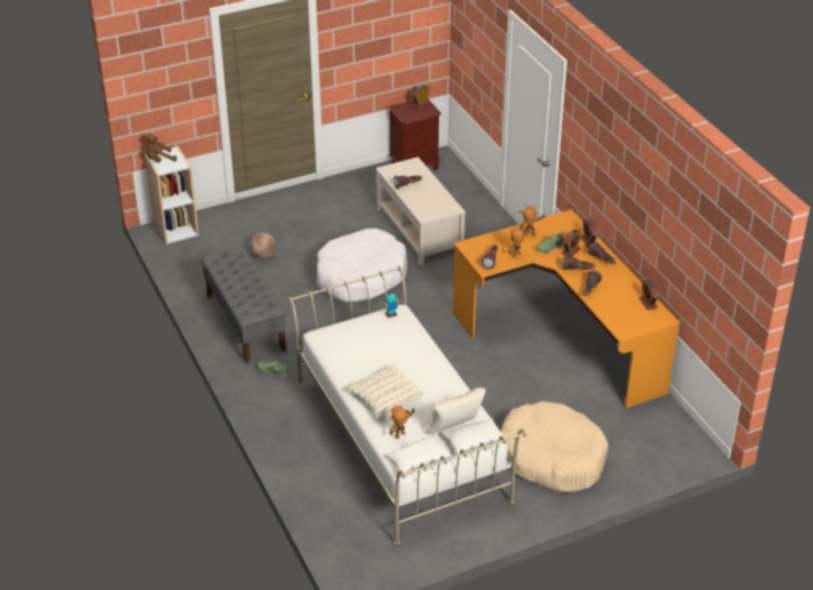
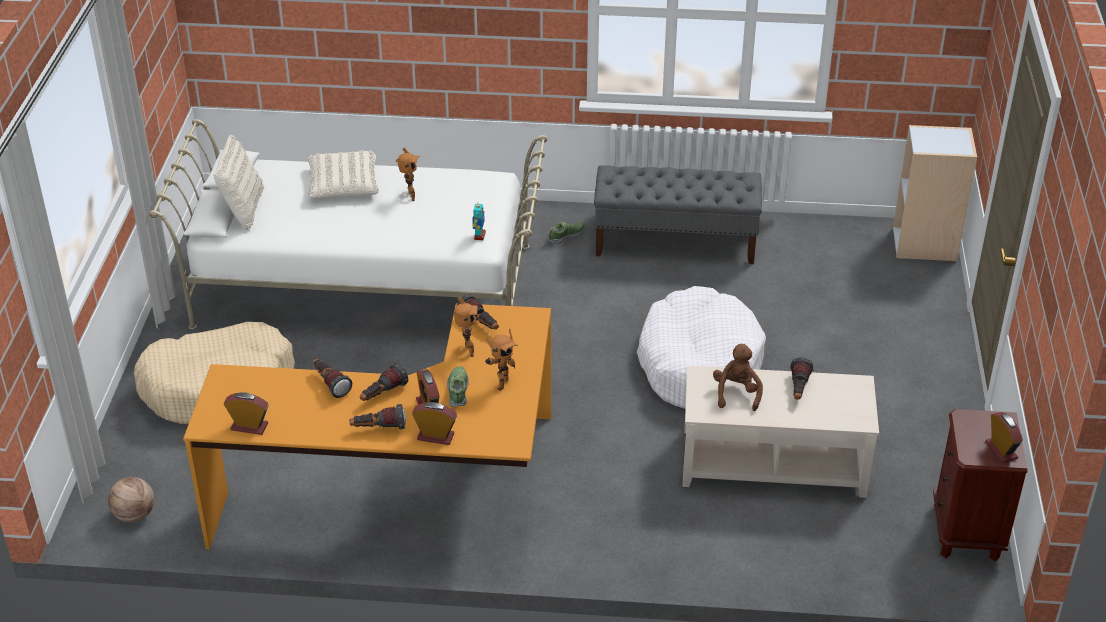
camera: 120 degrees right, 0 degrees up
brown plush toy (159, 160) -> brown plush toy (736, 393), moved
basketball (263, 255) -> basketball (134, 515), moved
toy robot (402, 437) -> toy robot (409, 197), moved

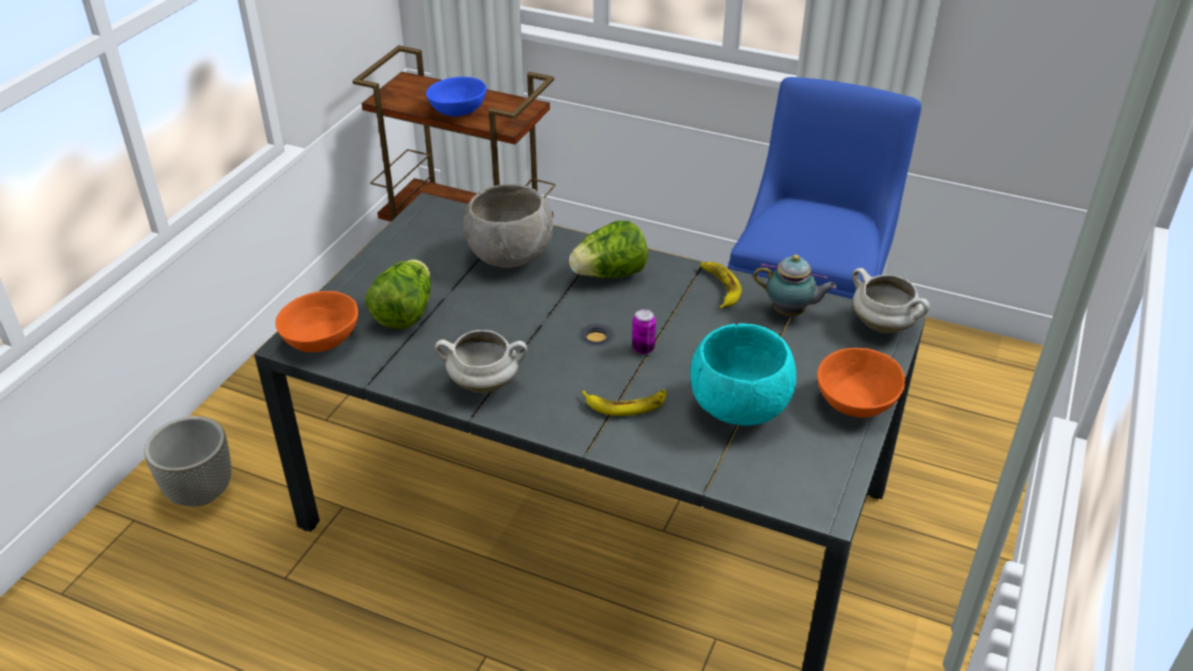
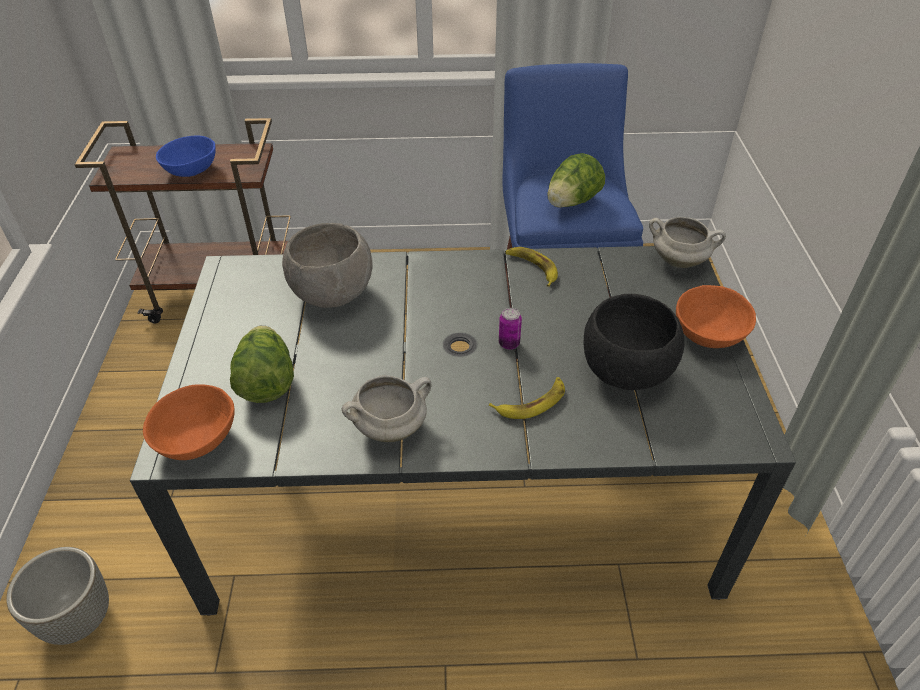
camera: 25 degrees left, 5 degrees up
teapot (791, 312) -> none
lettuce (610, 274) -> lettuce (572, 202), moved
turquoise bowl (739, 407) -> black bowl (625, 371)

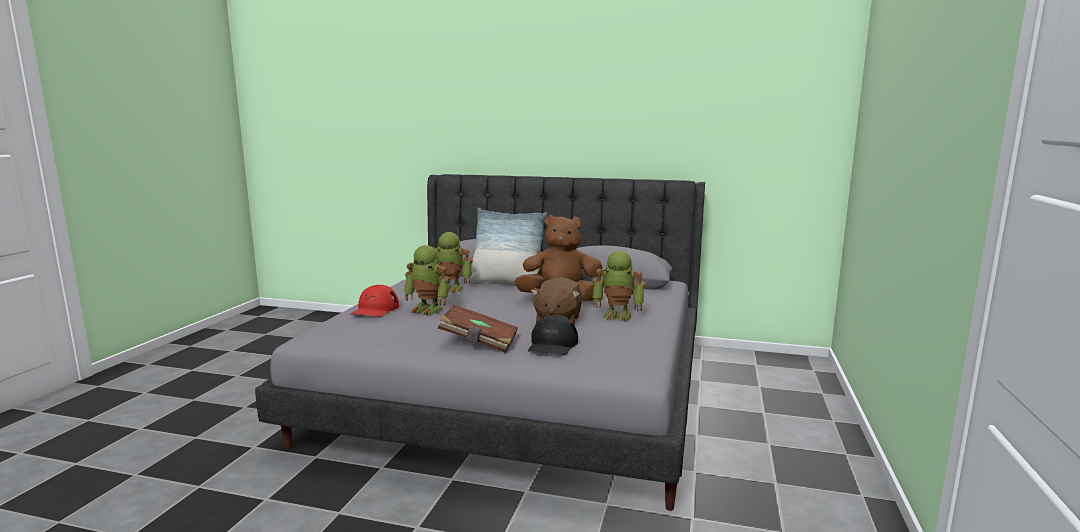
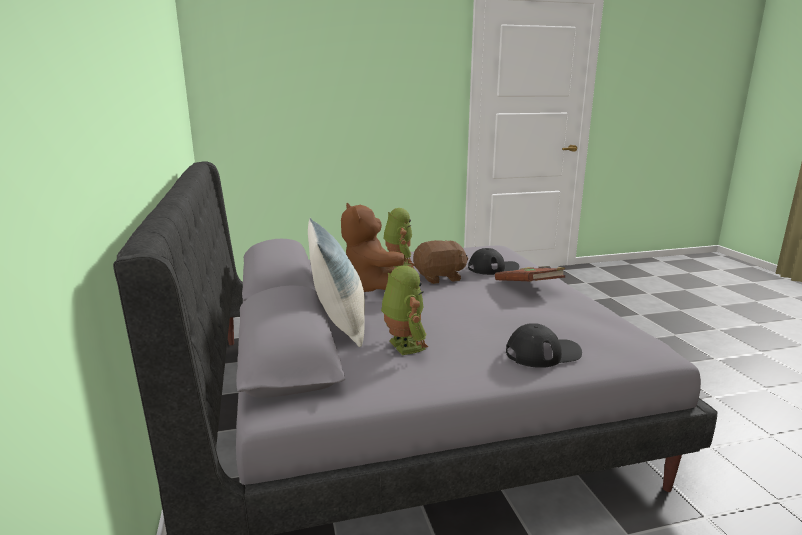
camera: 120 degrees left, 5 degrees up
toy robot (428, 309) -> none
red cap (375, 309) -> black cap (543, 353)

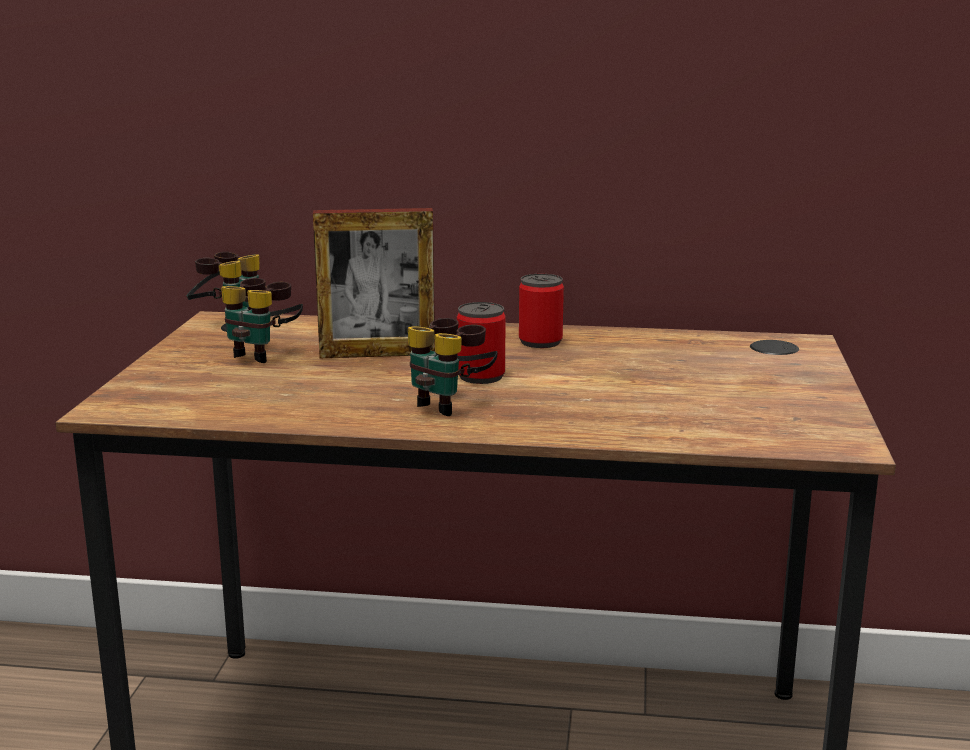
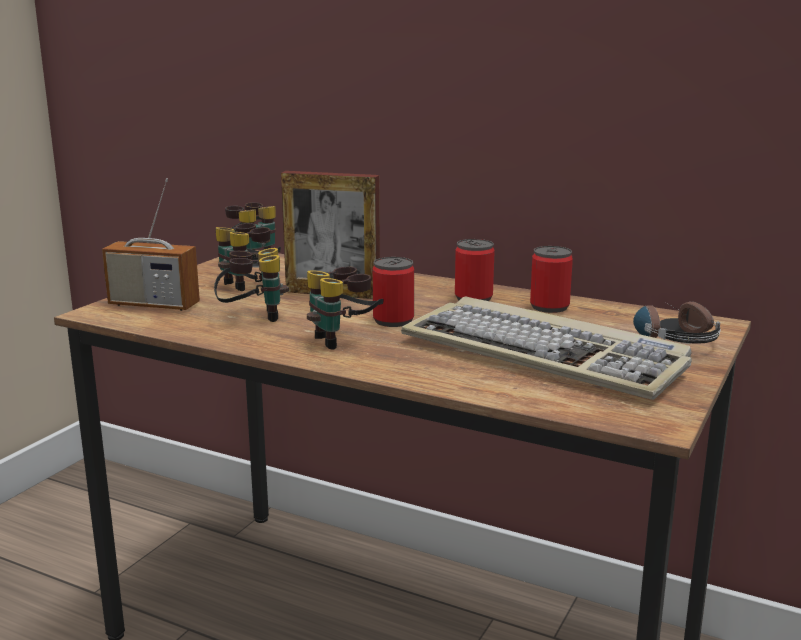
camera: 20 degrees right, 0 degrees up
none -> radio (154, 305)
none -> binoculars (253, 317)
none -> keyboard (546, 355)
none -> can (549, 307)
none -> headphones (670, 335)

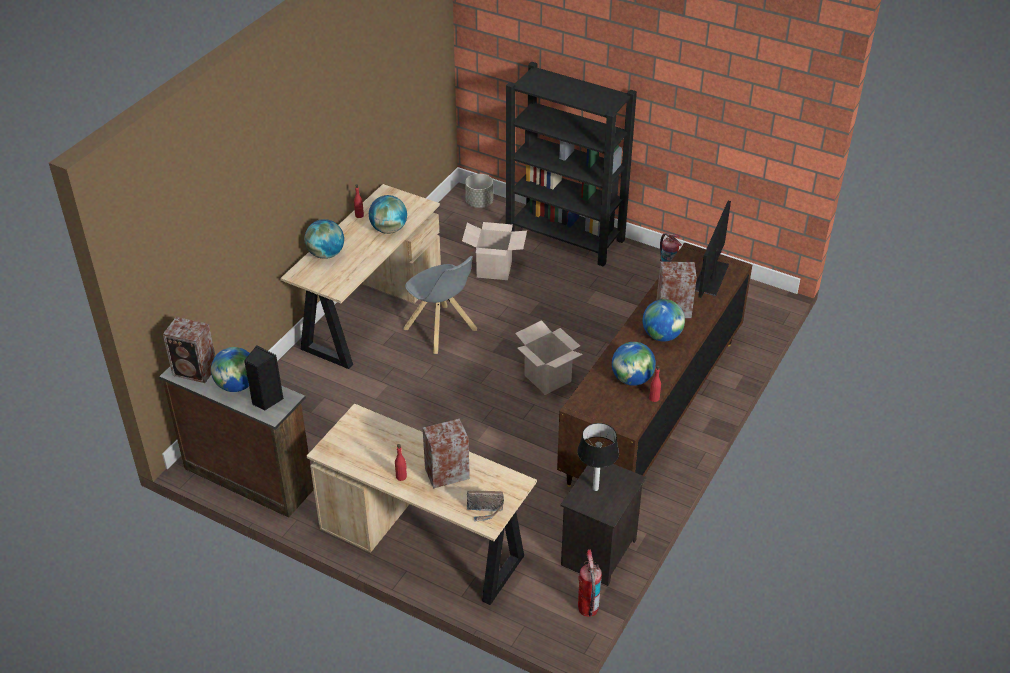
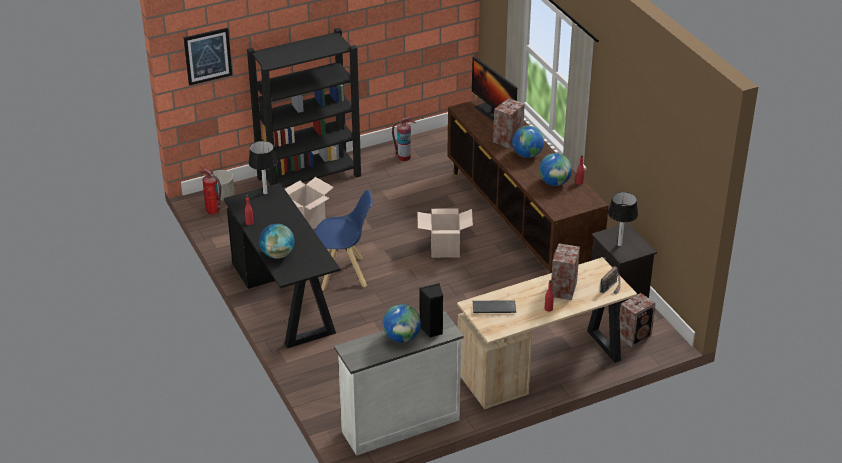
camera: 55 degrees left, 5 degrees down
globe (389, 229) -> none
none -> picture (207, 56)
none -> table lamp (265, 193)
none -> keyboard (493, 308)
speaker (196, 371) -> speaker (635, 336), moved
fire extinguisher (587, 609) -> fire extinguisher (213, 211), moved
brown dresser (249, 477) -> white dresser (399, 425)
beige desk (369, 312) -> black desk (284, 299)
grey chair (441, 330) -> blue chair (344, 273)

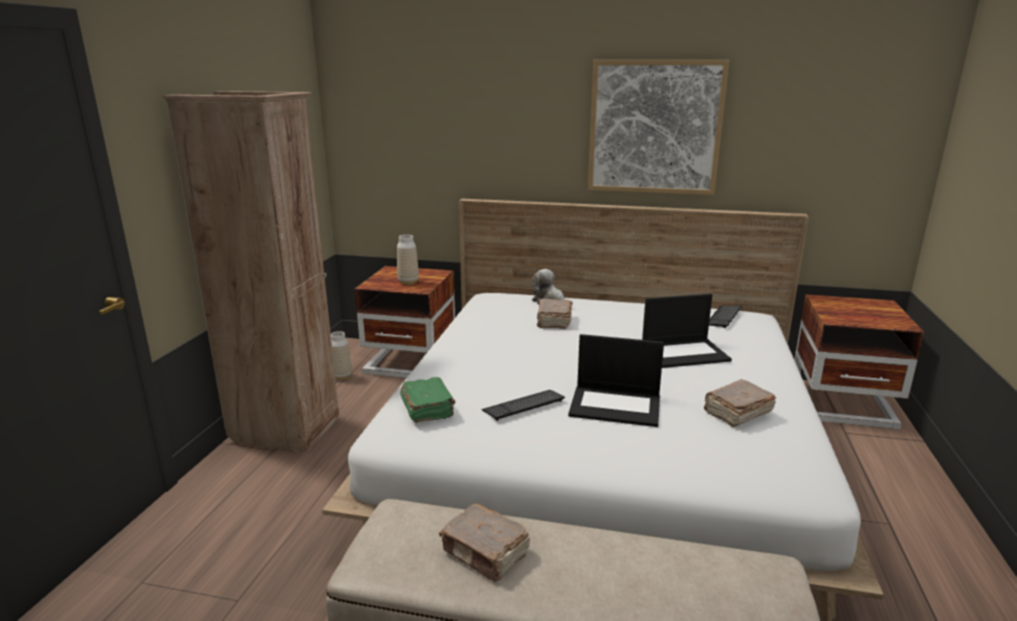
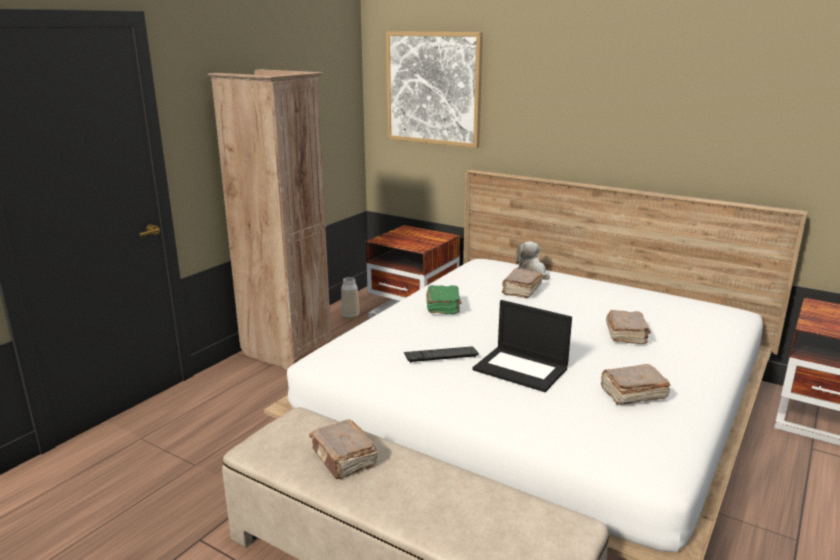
camera: 20 degrees right, 0 degrees up
vase (408, 282) -> none
keyboard (723, 317) -> none
green book (427, 409) -> green book (443, 307), moved
picture (654, 127) -> picture (433, 88), moved
laptop (685, 353) -> brown book (626, 335)

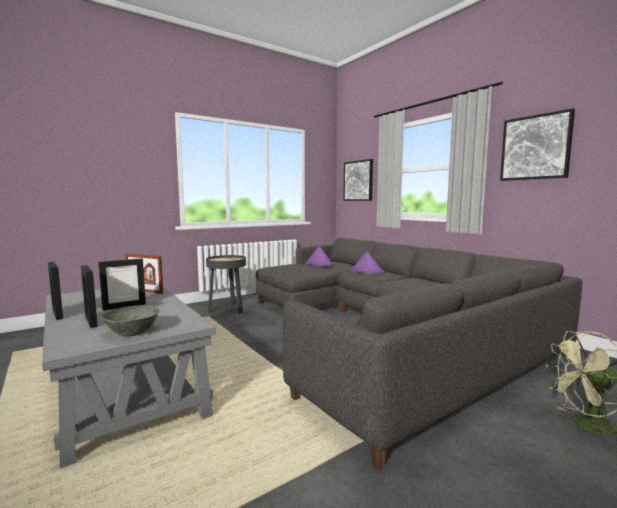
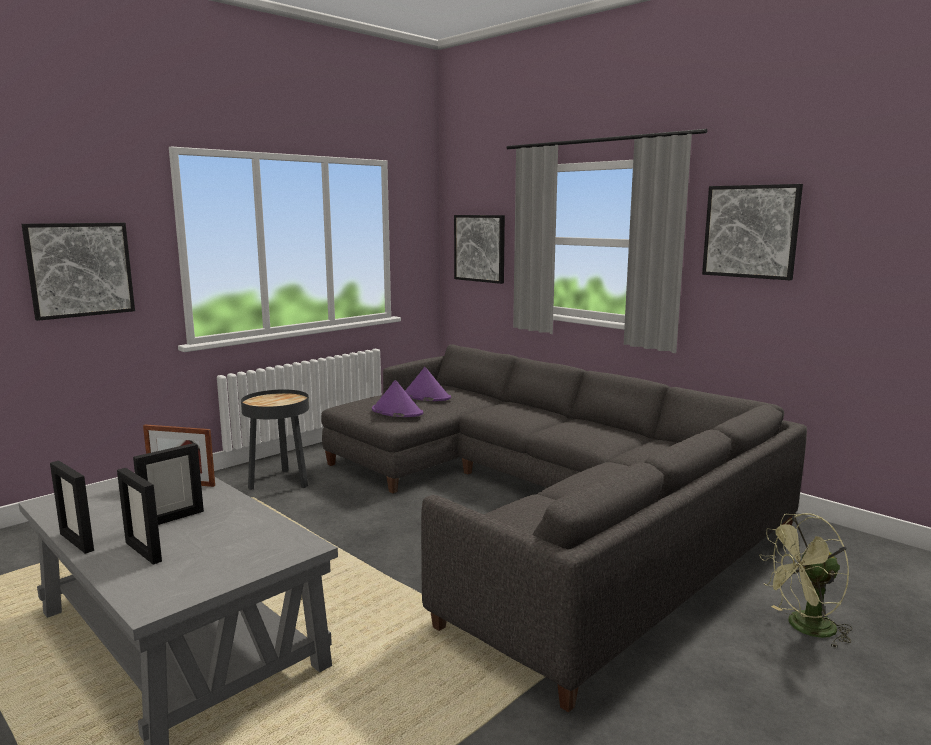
camera: 10 degrees left, 5 degrees up
grey bowl (131, 332) -> none
none -> picture (80, 269)
purple hat (367, 271) -> purple hat (396, 411), moved

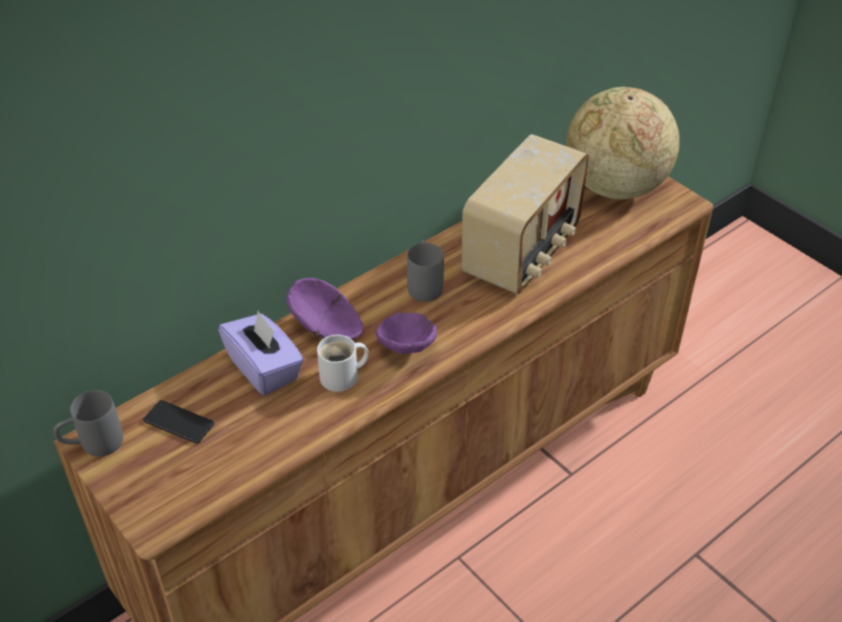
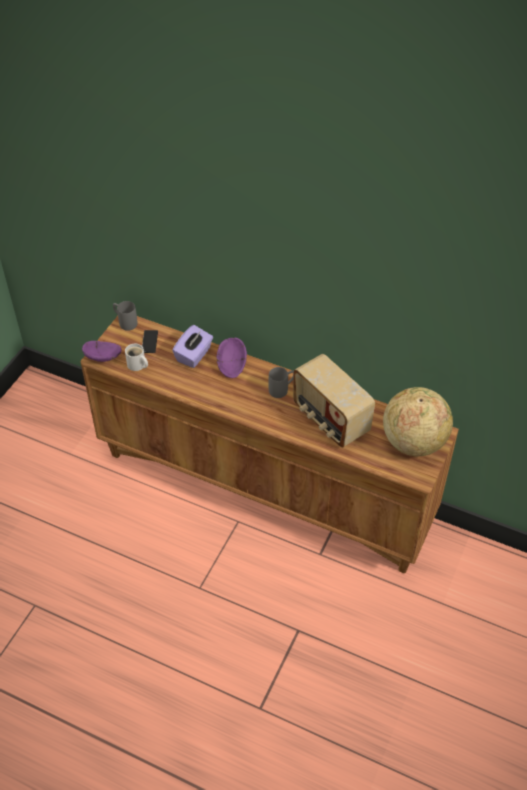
camera: 65 degrees right, 5 degrees up
white mug (343, 377) -> white mug (137, 365), moved
purple bowl (406, 345) -> purple bowl (104, 357), moved
radio (523, 253) -> radio (330, 419), 45 degrees clockwise

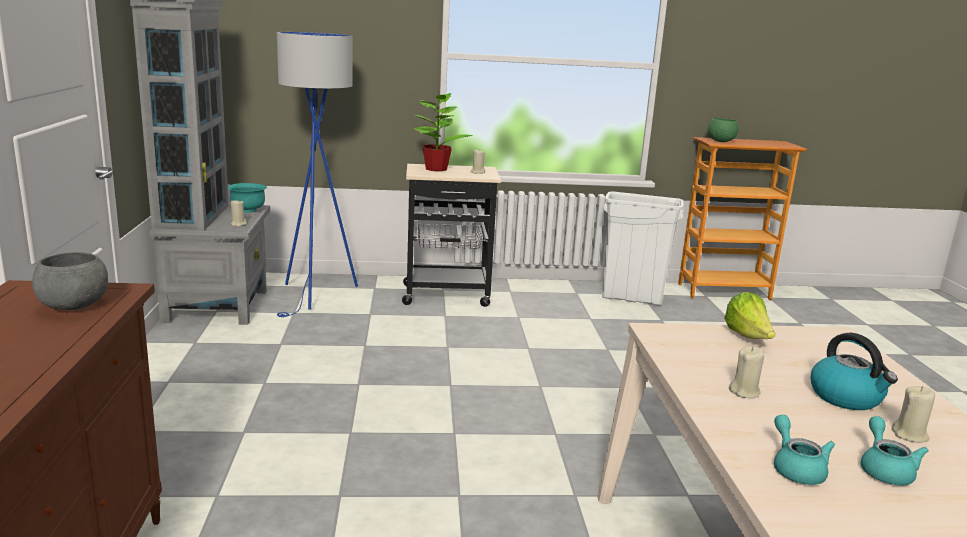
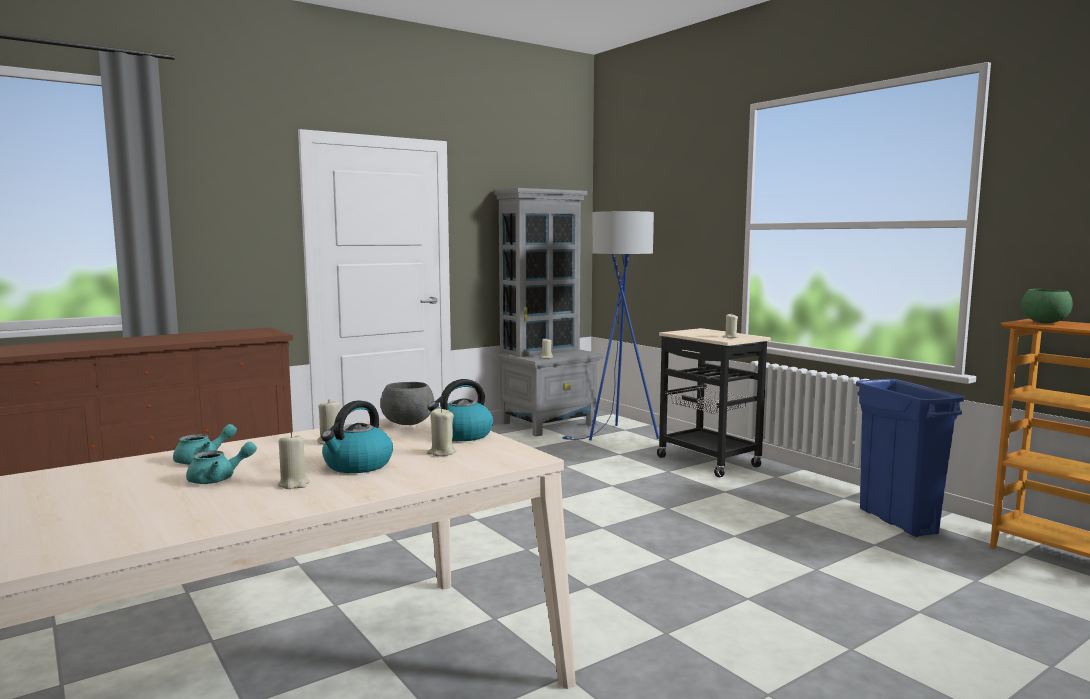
camera: 60 degrees right, 10 degrees down
turquoise bowl (248, 210) -> none
potted plant (436, 169) -> none
none -> beige candle (441, 453)
grey bowl (75, 307) -> grey bowl (408, 424), moved
lettuce (748, 337) -> kettle (462, 435)
white trash can (631, 298) -> blue trash can (897, 521)

